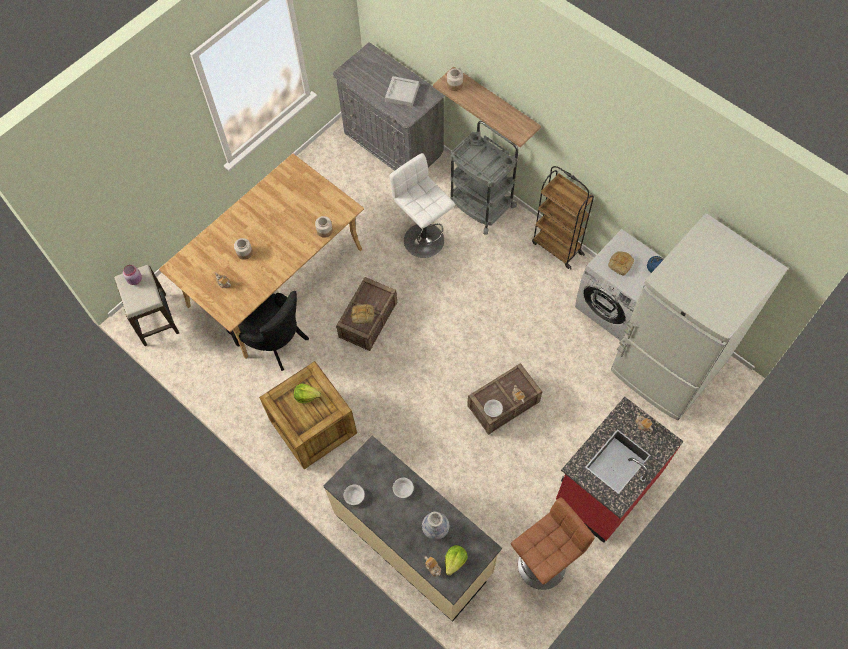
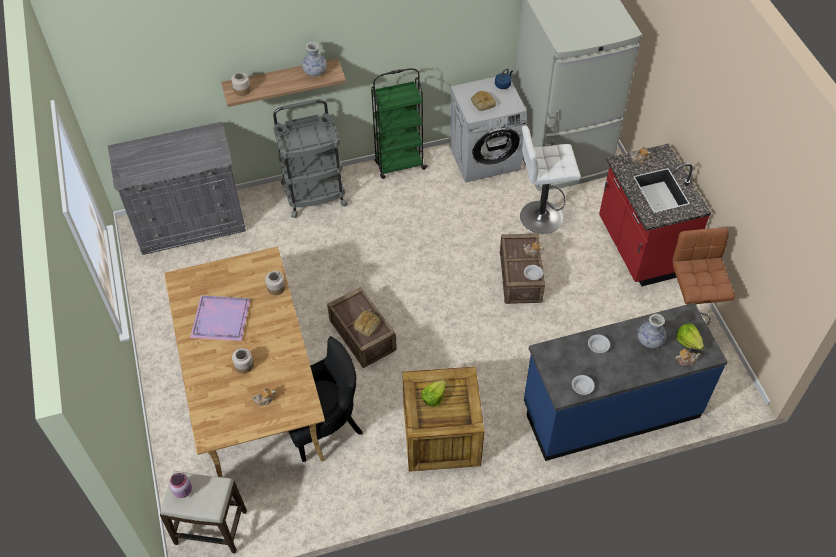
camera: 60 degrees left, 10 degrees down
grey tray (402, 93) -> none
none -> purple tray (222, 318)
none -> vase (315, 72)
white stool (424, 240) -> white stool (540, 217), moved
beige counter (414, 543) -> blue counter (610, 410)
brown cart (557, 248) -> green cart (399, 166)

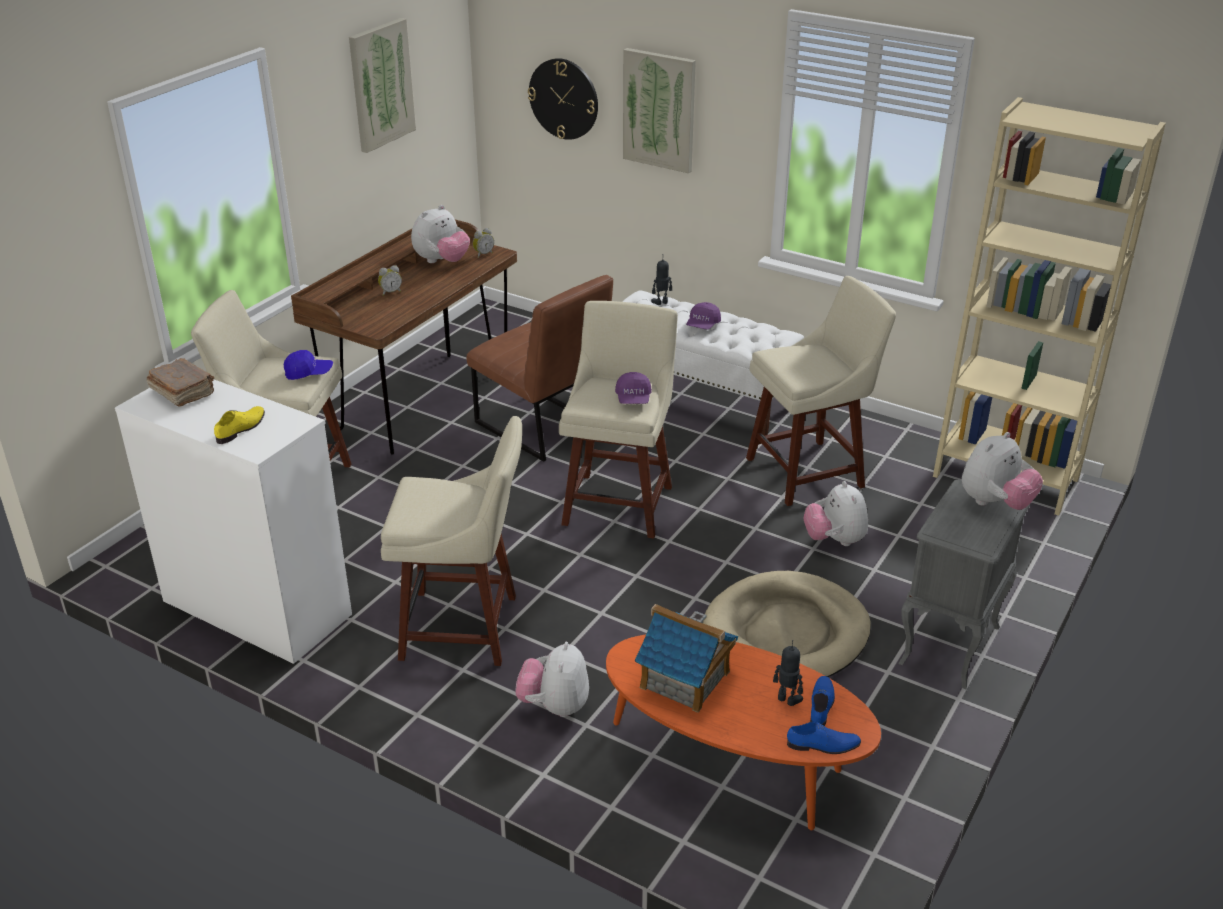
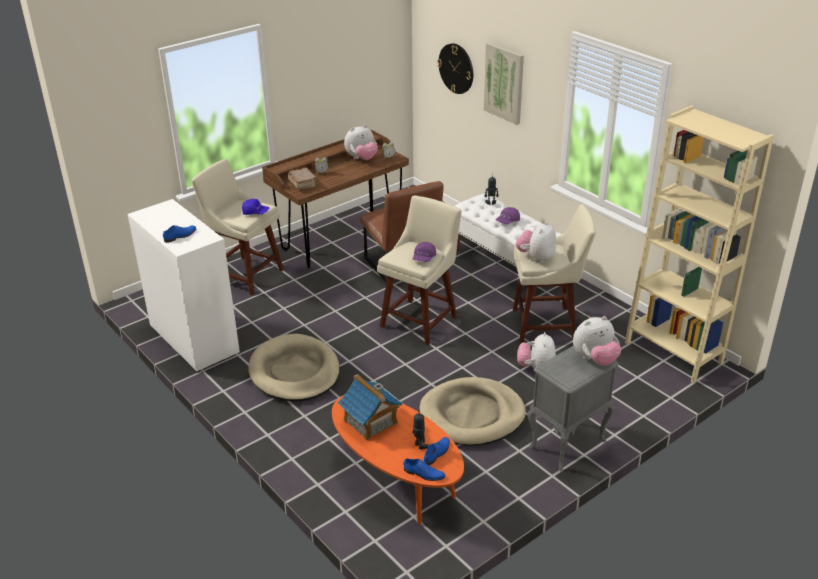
camera: 20 degrees right, 0 degrees up
picture (381, 84) -> none
brown book (182, 392) -> brown book (303, 184), moved
plush toy (554, 706) -> plush toy (536, 257), moved
beige stool (465, 628) -> beige dog bed (294, 372)
yellow shoe (241, 428) -> blue shoe (180, 236)

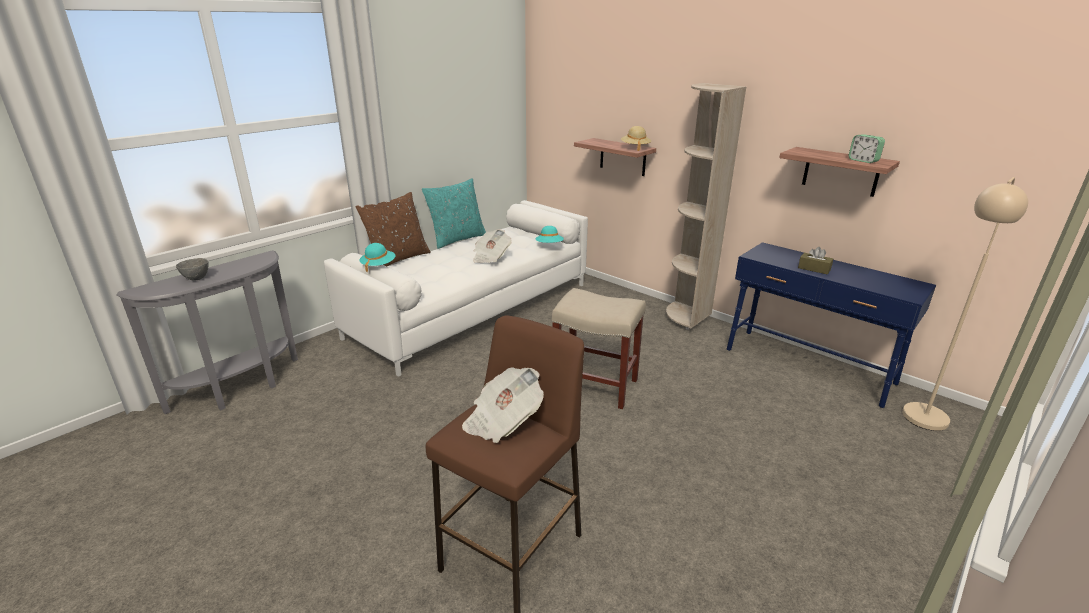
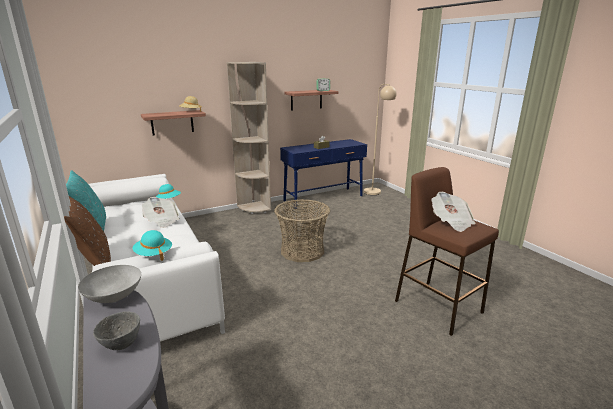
camera: 70 degrees left, 5 degrees down
none -> grey bowl (114, 297)
beige stool (596, 385) -> basket (302, 251)

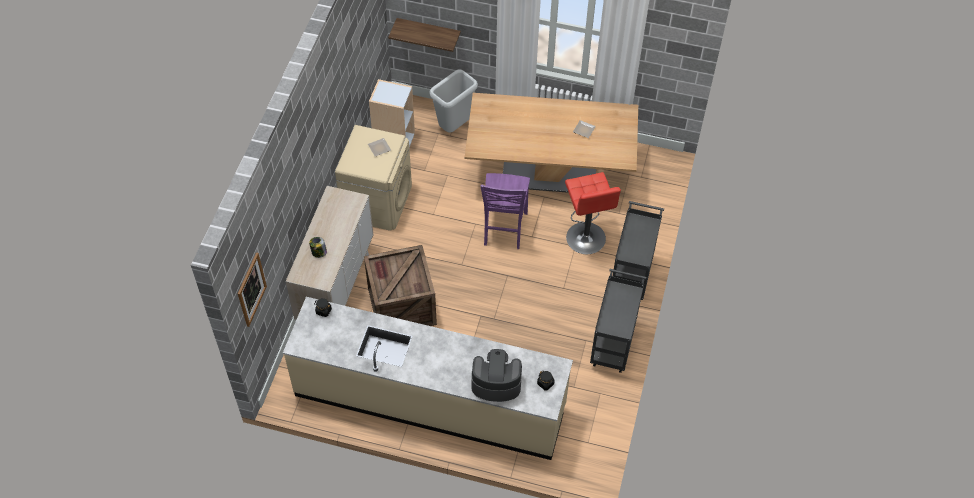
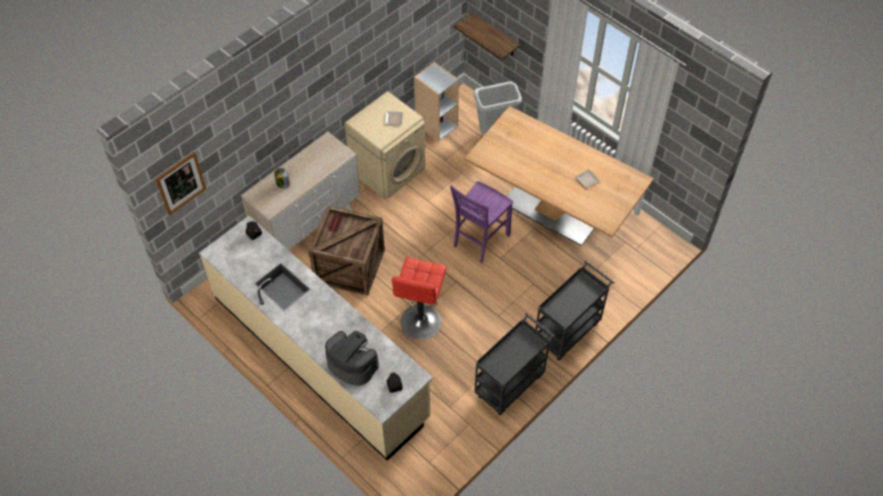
camera: 30 degrees right, 0 degrees up
red stool (585, 238) -> red stool (420, 322), moved

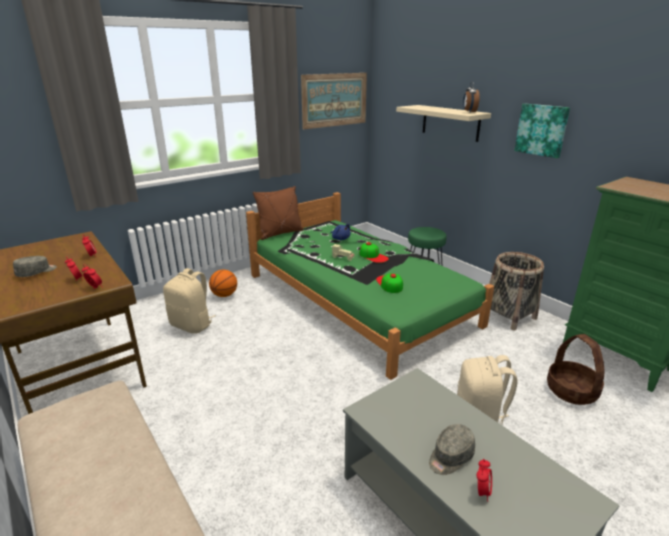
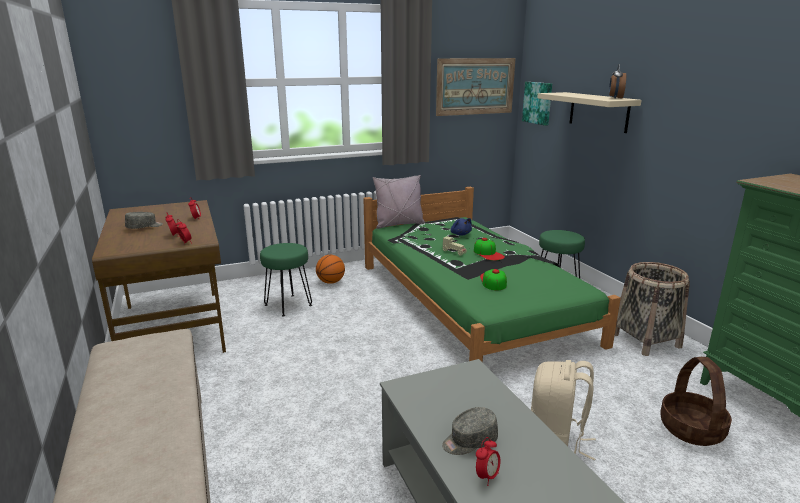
camera: 15 degrees right, 5 degrees down
picture (542, 130) -> picture (538, 103), moved
beige backpack (192, 325) -> green stool (289, 305)
brown pillow (280, 233) -> purple pillow (399, 224)

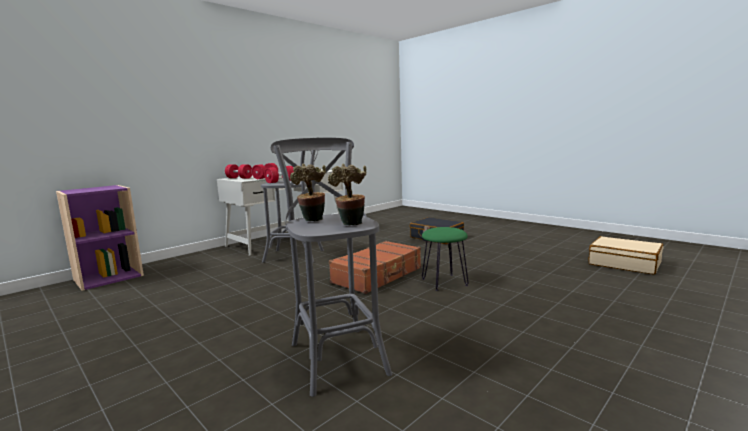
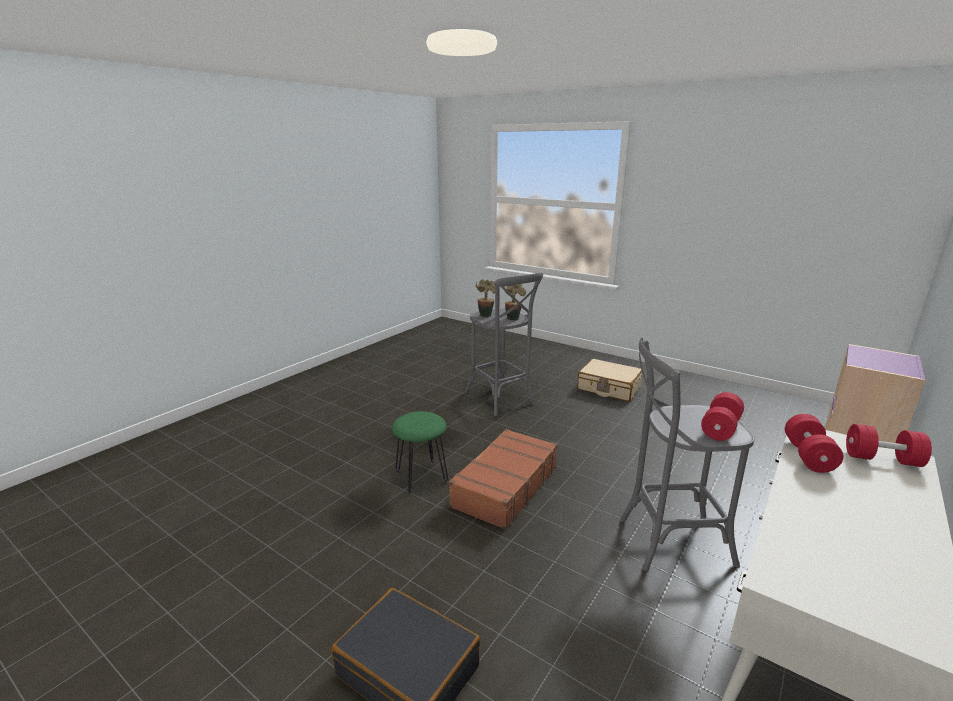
camera: 170 degrees right, 10 degrees up
beige suitcase (624, 264) -> beige suitcase (609, 388), moved

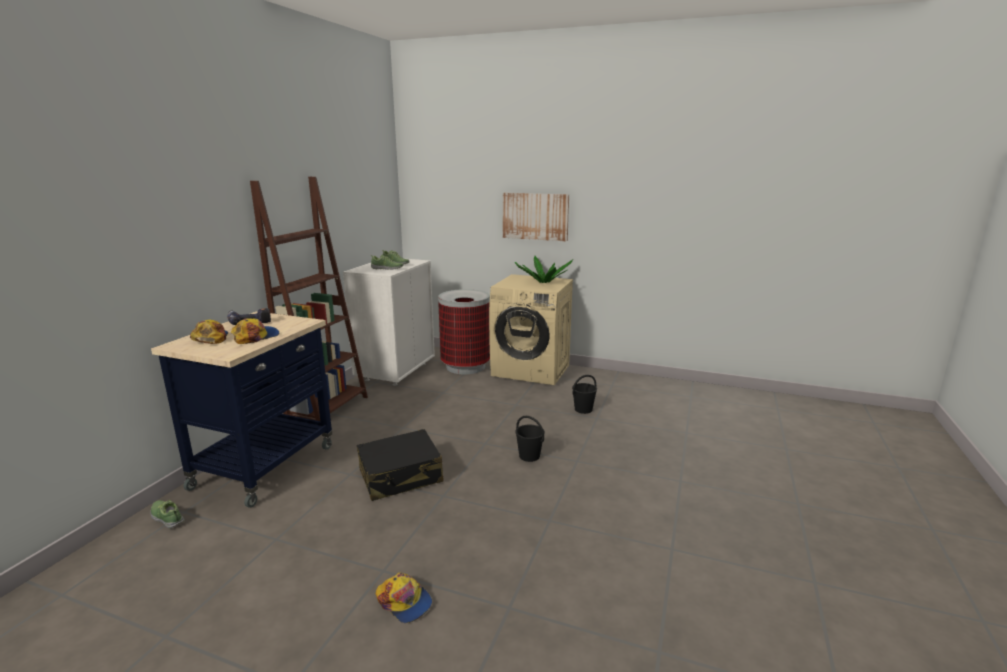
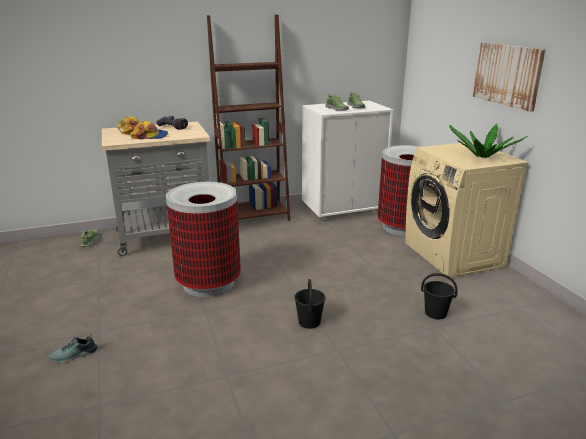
camera: 50 degrees right, 5 degrees up
black suitcase (401, 476) -> trash can (209, 283)
cap (404, 602) -> shoe (74, 355)
blue cart (264, 466) -> grey cart (165, 236)

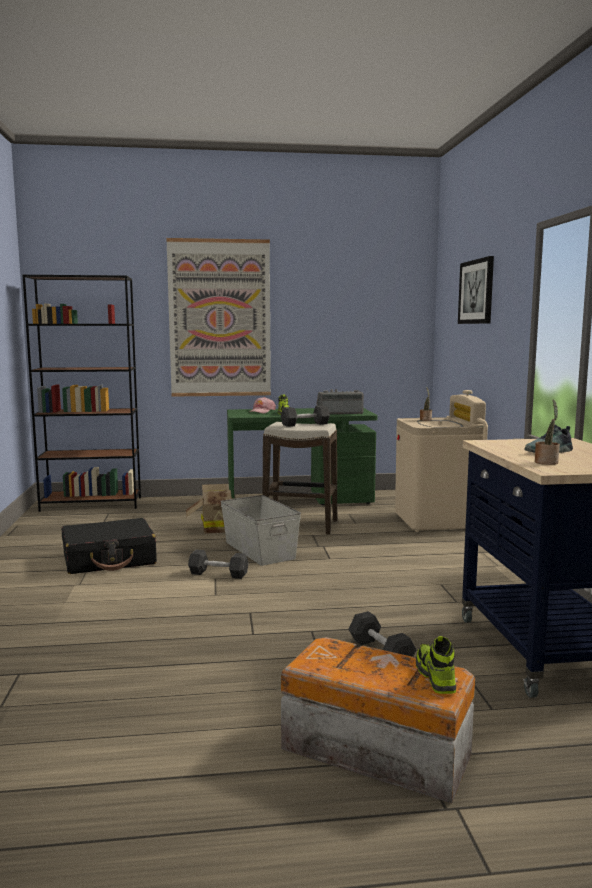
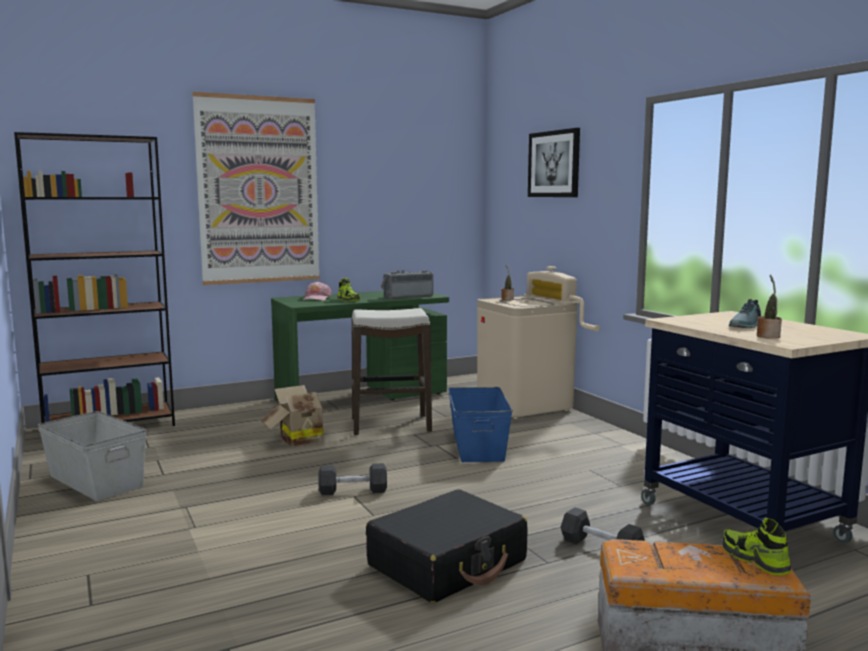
camera: 20 degrees left, 0 degrees up
grey dumbbell (305, 424) -> none
none -> blue storage box (478, 446)
black suitcase (109, 559) -> black suitcase (448, 563), moved
grey storage box (260, 550) -> grey storage box (96, 480), moved

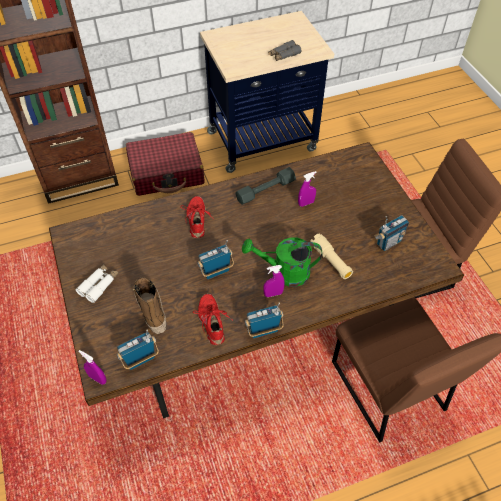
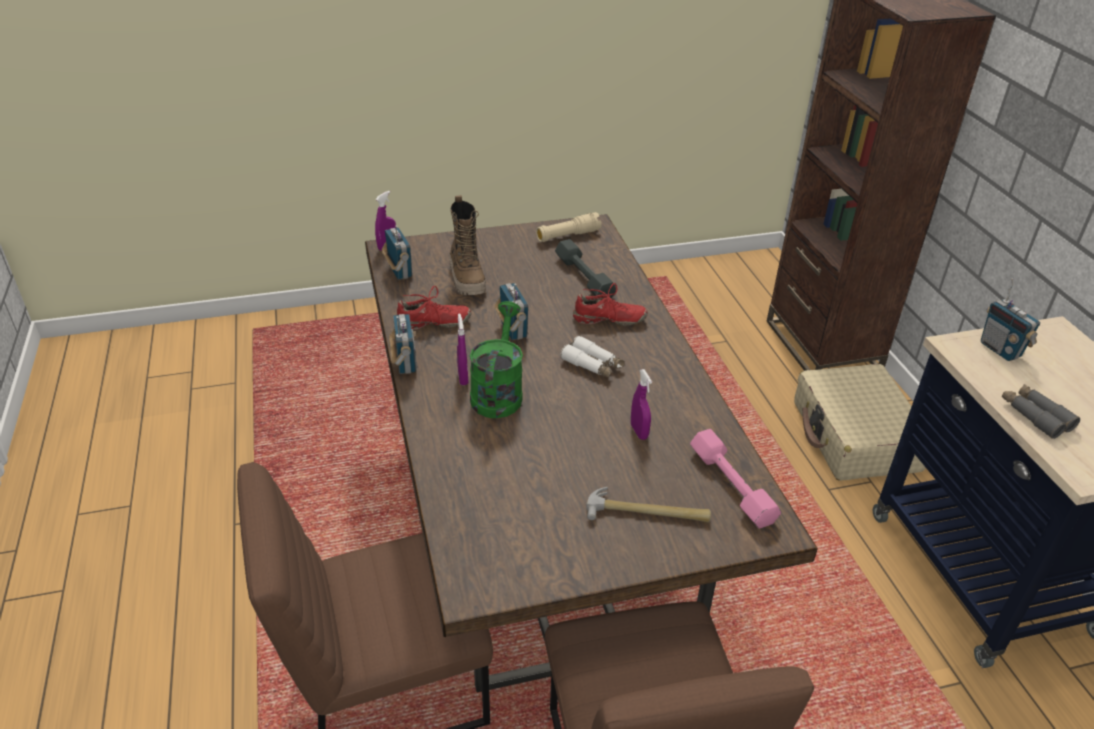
camera: 95 degrees right, 15 degrees down
none -> hammer (647, 513)
none -> pink dumbbell (731, 486)
white binoculars (99, 285) -> white binoculars (592, 364), moved
grey dumbbell (265, 190) -> grey dumbbell (584, 277), moved
beige flashlight (330, 260) -> beige flashlight (568, 235), moved
radio (388, 242) -> radio (1000, 349), moved
red suitcase (167, 172) -> beige suitcase (855, 436)
boot (150, 309) -> boot (467, 279), 90 degrees clockwise

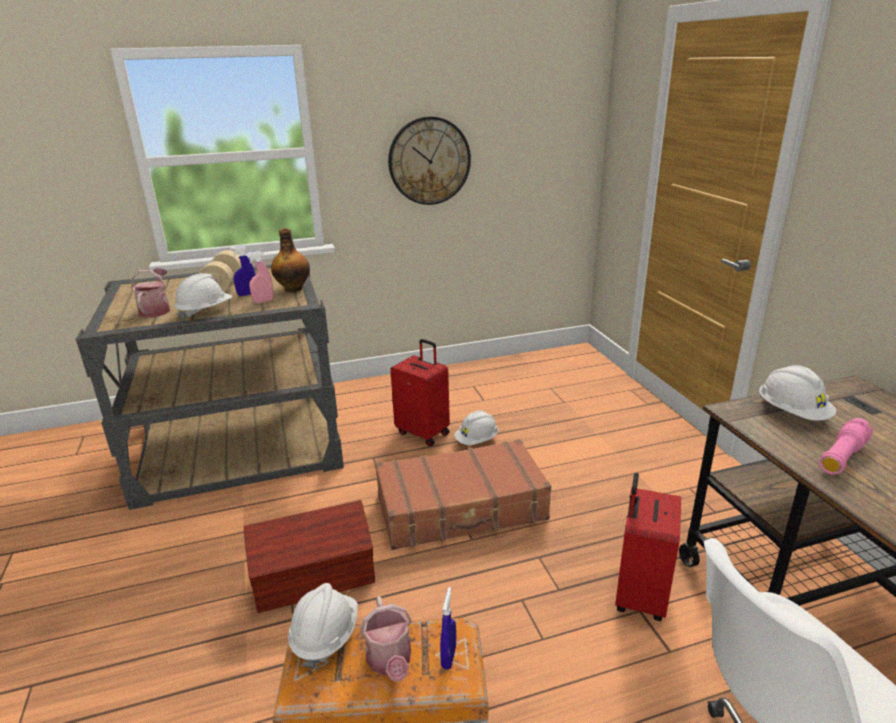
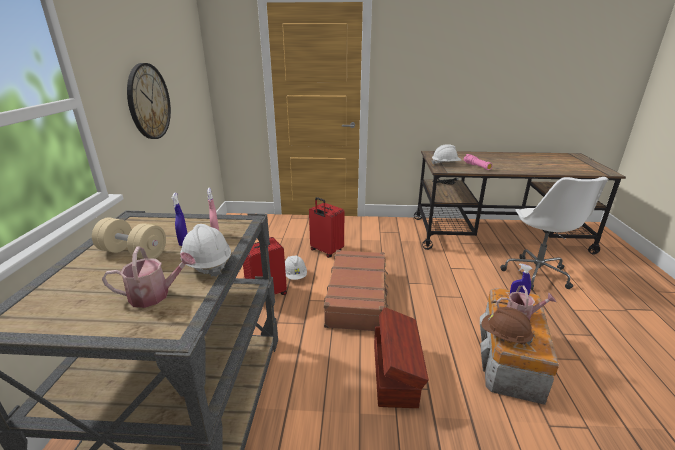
camera: 70 degrees left, 0 degrees up
bottle (293, 288) -> none
red suitcase (638, 595) -> red suitcase (326, 251), moved
white hard hat (325, 636) -> brown hard hat (504, 336)
watering can (156, 310) -> watering can (155, 295), 150 degrees clockwise

